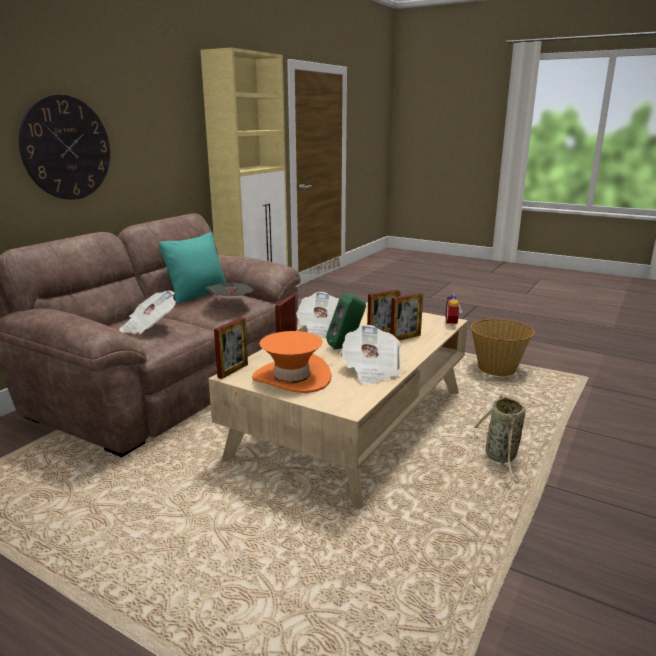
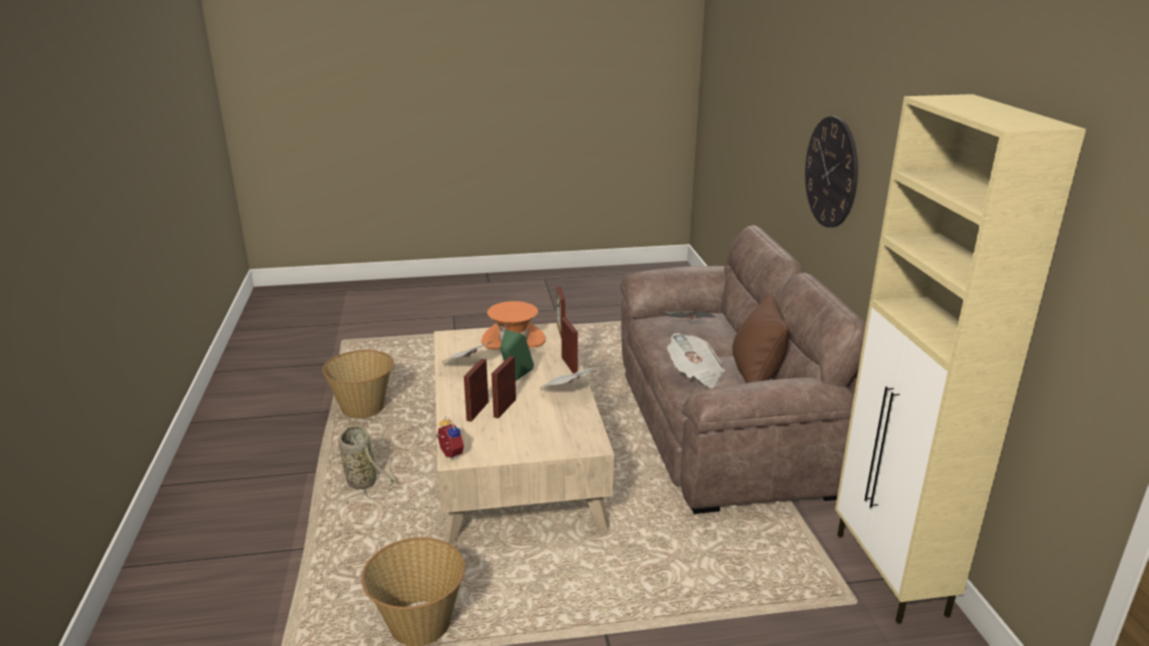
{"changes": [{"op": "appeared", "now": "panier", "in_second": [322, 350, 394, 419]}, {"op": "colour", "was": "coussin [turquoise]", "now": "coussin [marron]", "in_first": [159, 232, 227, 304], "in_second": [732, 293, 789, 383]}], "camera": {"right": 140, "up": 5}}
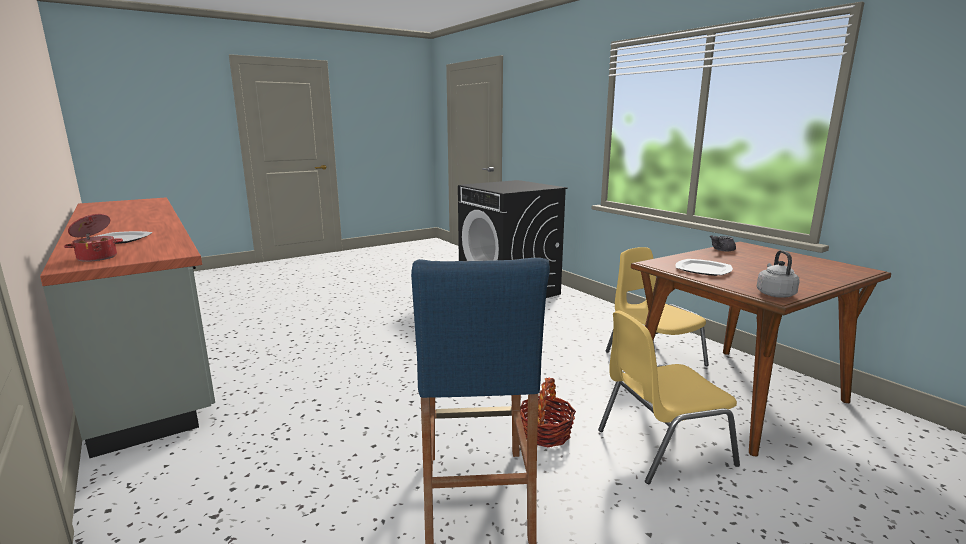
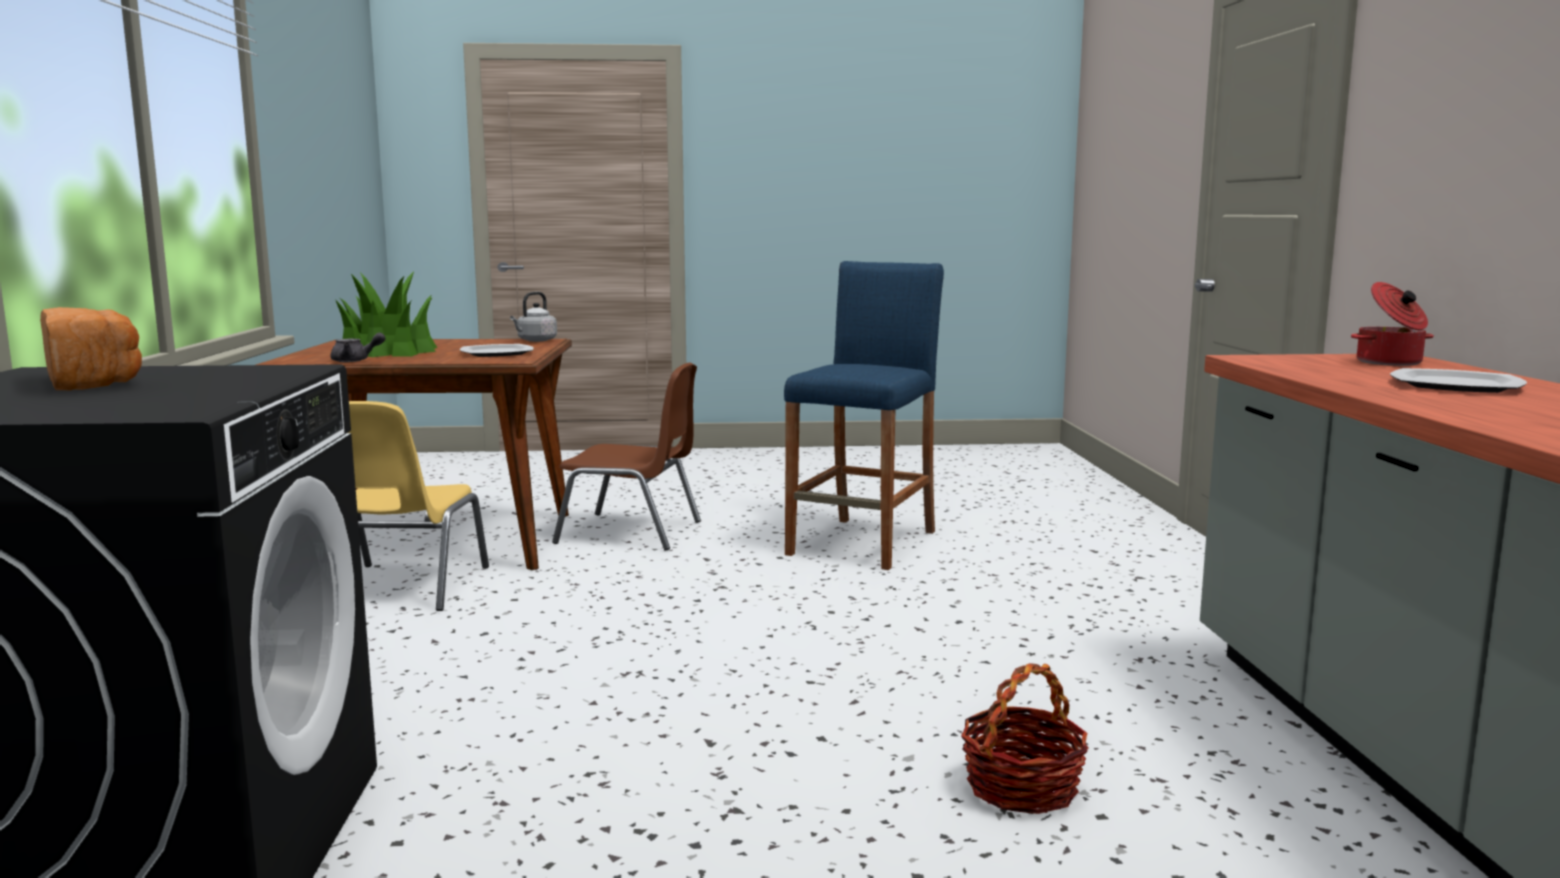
{"changes": [{"op": "appeared", "now": "pain", "in_second": [40, 307, 142, 390]}, {"op": "appeared", "now": "plante en pot", "in_second": [336, 271, 437, 357]}, {"op": "relocated", "was": "panier", "in_first": [520, 378, 576, 447], "in_second": [961, 663, 1089, 814]}, {"op": "colour", "was": "chaise [jaune]", "now": "chaise [marron]", "in_first": [598, 311, 740, 484], "in_second": [552, 363, 701, 551]}], "camera": {"right": -150, "up": -5}}
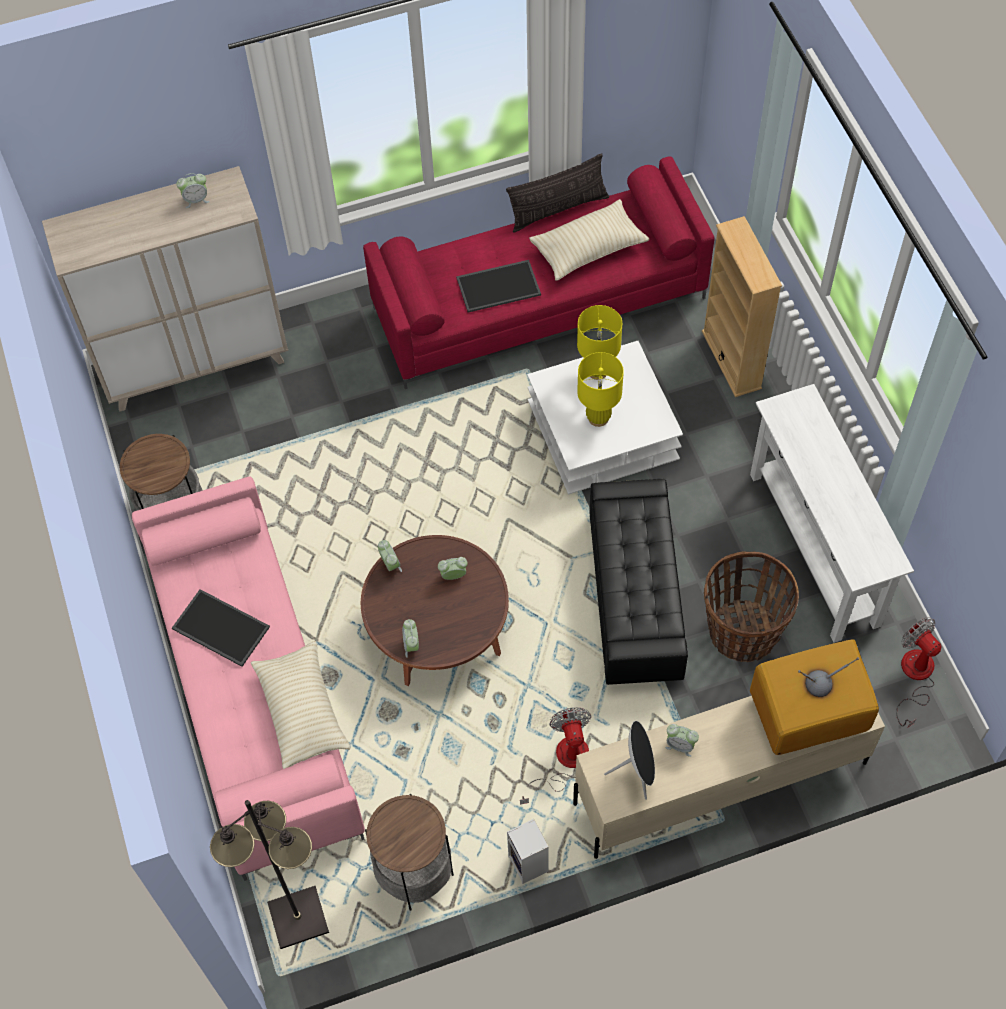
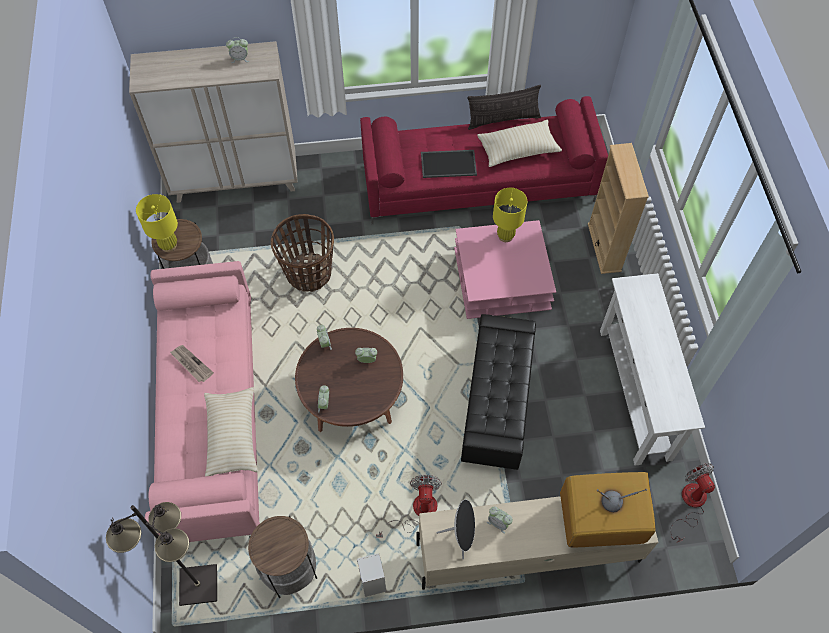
{"changes": [{"op": "relocated", "was": "lampe de table [jaune]", "in_first": [577, 352, 624, 427], "in_second": [136, 194, 178, 252]}, {"op": "relocated", "was": "panier", "in_first": [704, 551, 799, 662], "in_second": [271, 214, 334, 292]}, {"op": "exchanged", "was": "plateau", "now": "journal", "in_first": [172, 589, 270, 667], "in_second": [170, 345, 214, 382]}, {"op": "colour", "was": "table basse [blanc]", "now": "table basse [rose]", "in_first": [527, 341, 683, 494], "in_second": [454, 220, 556, 319]}], "camera": {"right": 10, "up": 0}}
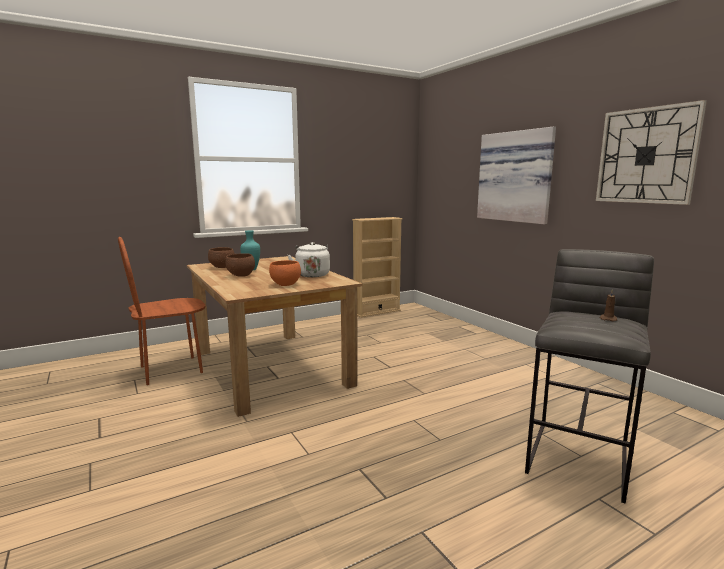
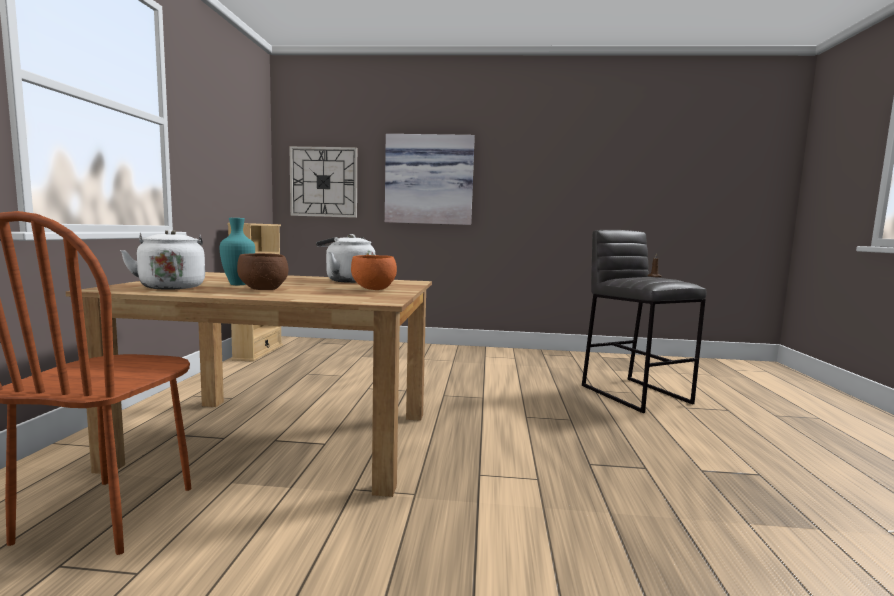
{"changes": [{"op": "relocated", "was": "horloge murale", "in_first": [596, 100, 707, 205], "in_second": [289, 146, 357, 218]}, {"op": "exchanged", "was": "bol [marron]", "now": "bouilloire [blanc]", "in_first": [208, 247, 235, 268], "in_second": [120, 230, 205, 290]}], "camera": {"right": -55, "up": -5}}
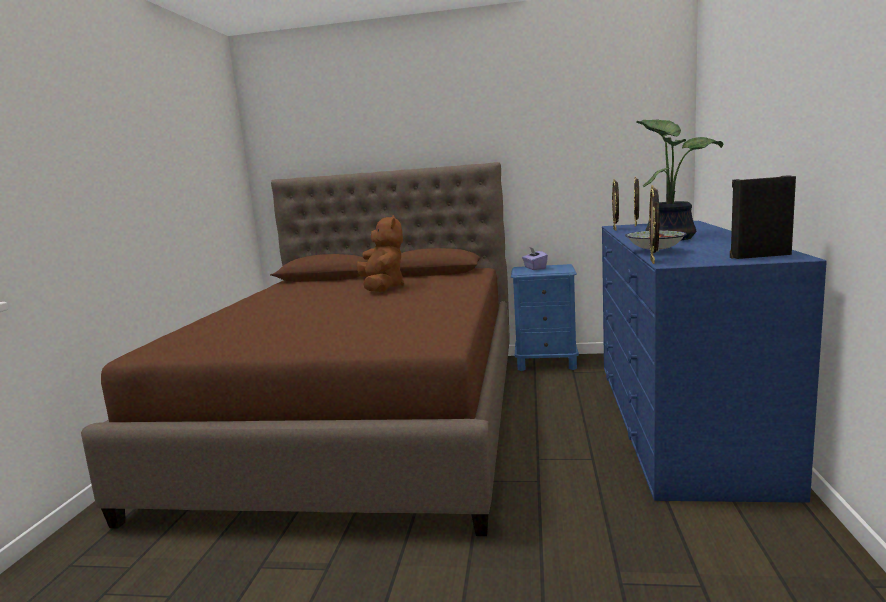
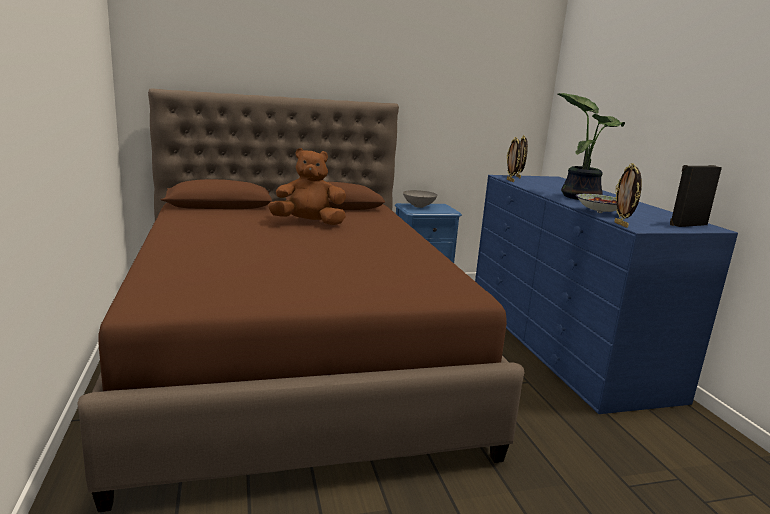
{"changes": [{"op": "exchanged", "was": "boîte à mouchoirs [violet]", "now": "bol [gris]", "in_first": [522, 247, 548, 270], "in_second": [403, 190, 438, 208]}, {"op": "spun", "was": "peluche [marron]", "in_first": [357, 215, 404, 292], "in_second": [268, 148, 346, 225], "clockwise": -60}], "camera": {"right": -25, "up": 5}}
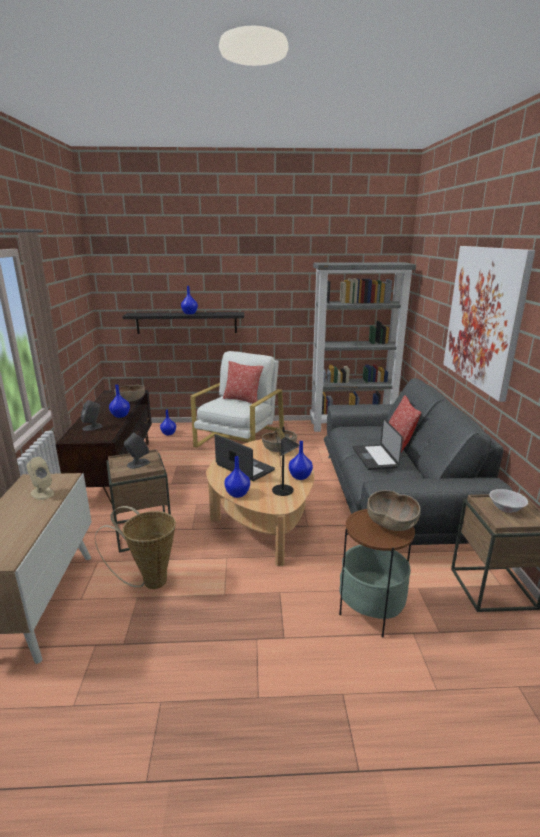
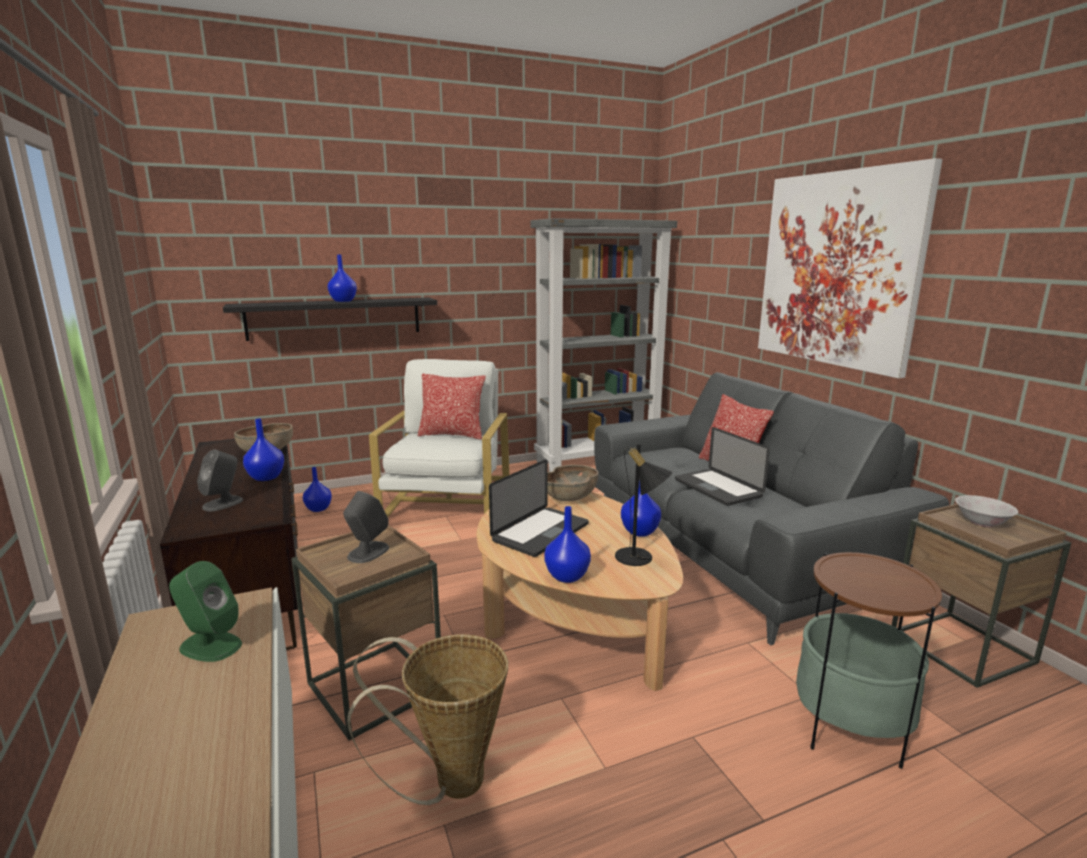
{"changes": [{"op": "missing", "was": "bol [marron]", "in_first": [367, 490, 421, 531]}, {"op": "colour", "was": "enceinte [beige]", "now": "enceinte [vert]", "in_first": [27, 457, 54, 500], "in_second": [169, 561, 242, 662]}, {"op": "spun", "was": "ordinateur portable", "in_first": [215, 434, 275, 481], "in_second": [489, 459, 589, 557], "clockwise": 105}], "camera": {"right": -20, "up": -5}}
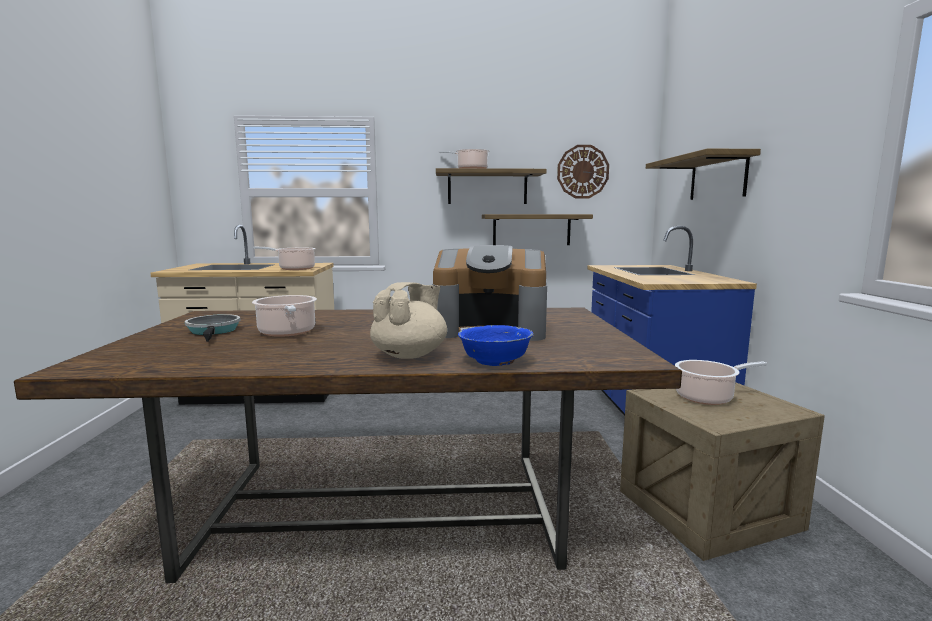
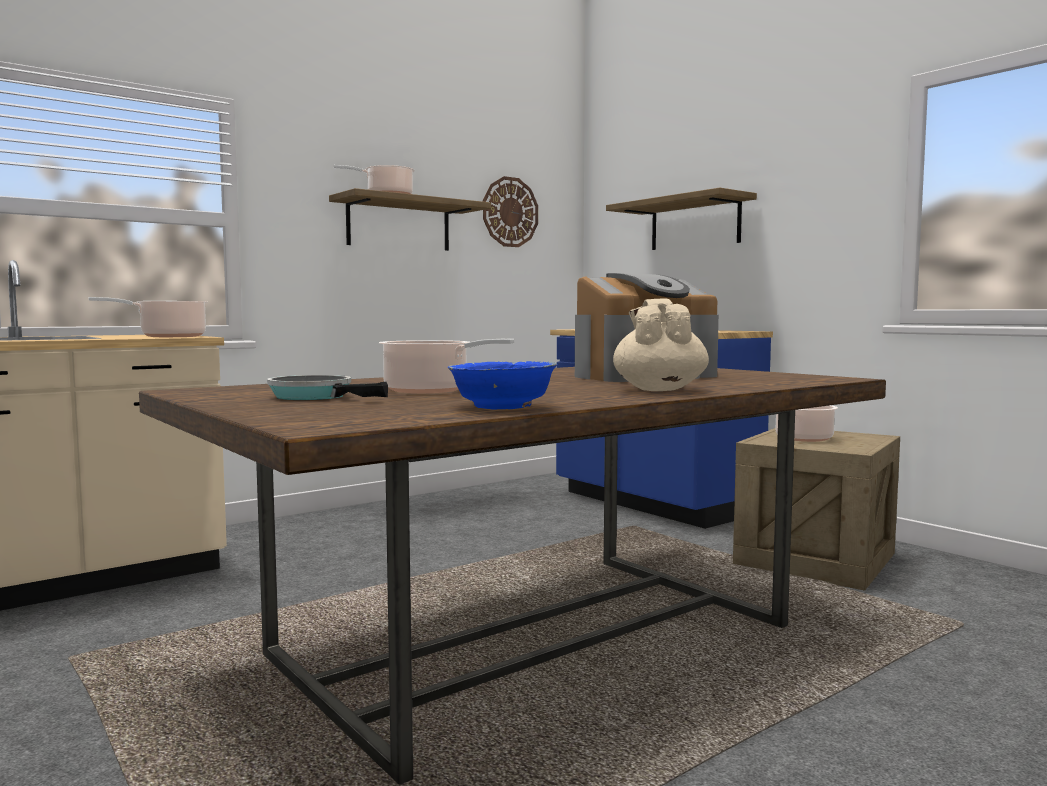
{"changes": [{"op": "missing", "was": "étagère", "in_first": [482, 214, 593, 245]}, {"op": "relocated", "was": "bol [bleu]", "in_first": [458, 325, 534, 366], "in_second": [448, 361, 557, 409]}], "camera": {"right": -35, "up": -5}}
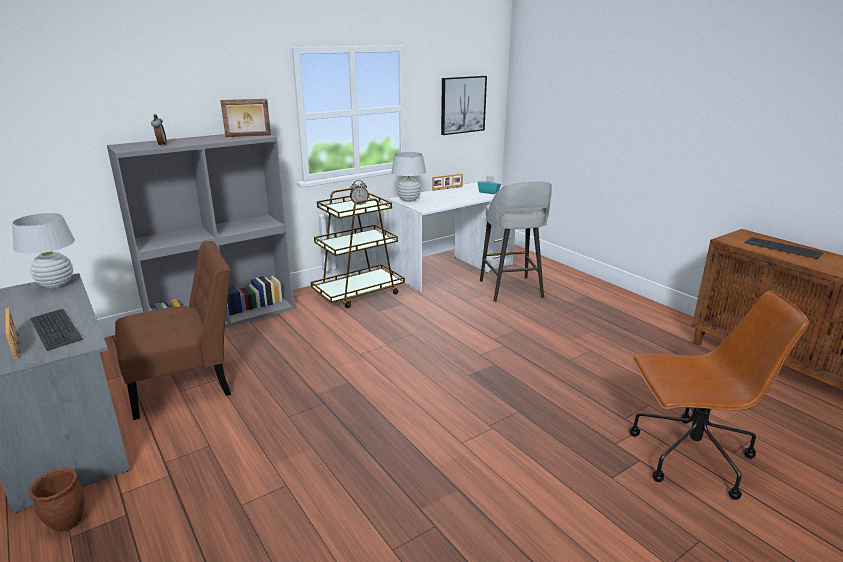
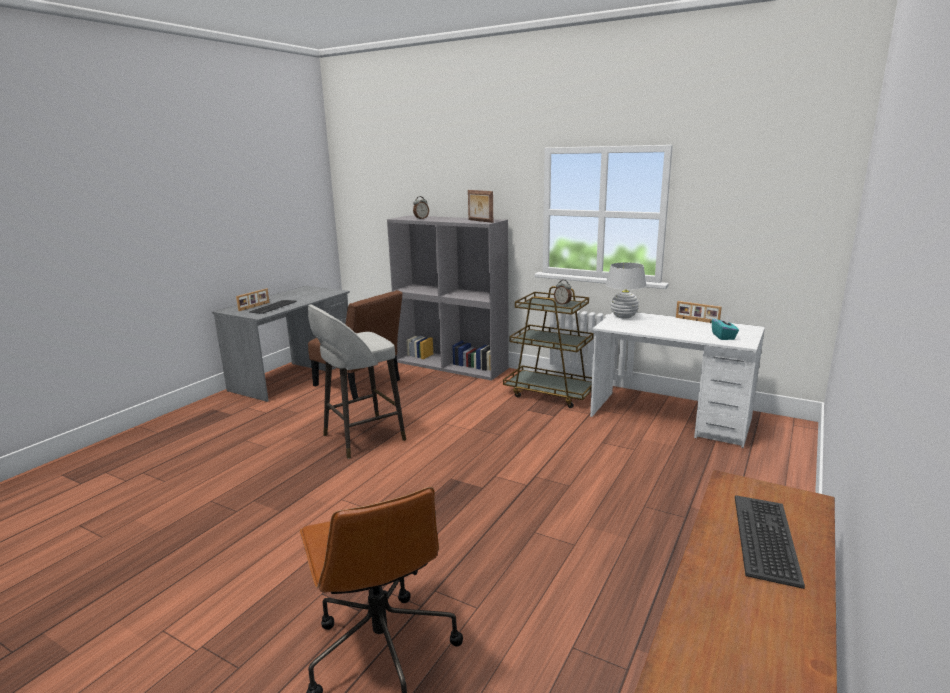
{"changes": [{"op": "missing", "was": "lampe de table [blanc]", "in_first": [12, 213, 75, 288]}, {"op": "missing", "was": "cache-pot [marron]", "in_first": [29, 468, 85, 532]}, {"op": "missing", "was": "tableau", "in_first": [441, 76, 487, 135]}, {"op": "relocated", "was": "tabouret [gris]", "in_first": [480, 181, 552, 302], "in_second": [308, 304, 406, 459]}], "camera": {"right": 65, "up": -5}}
